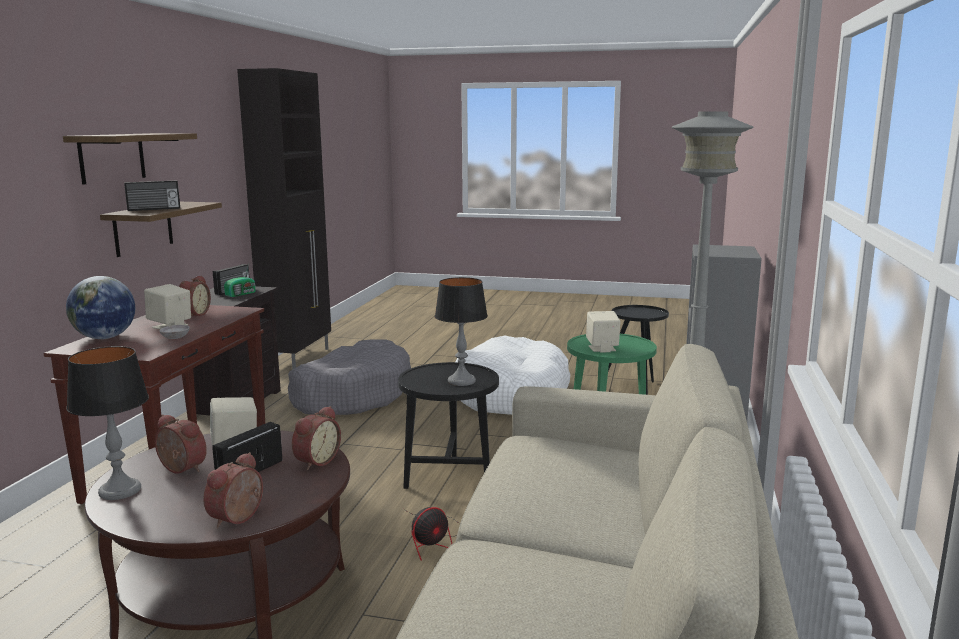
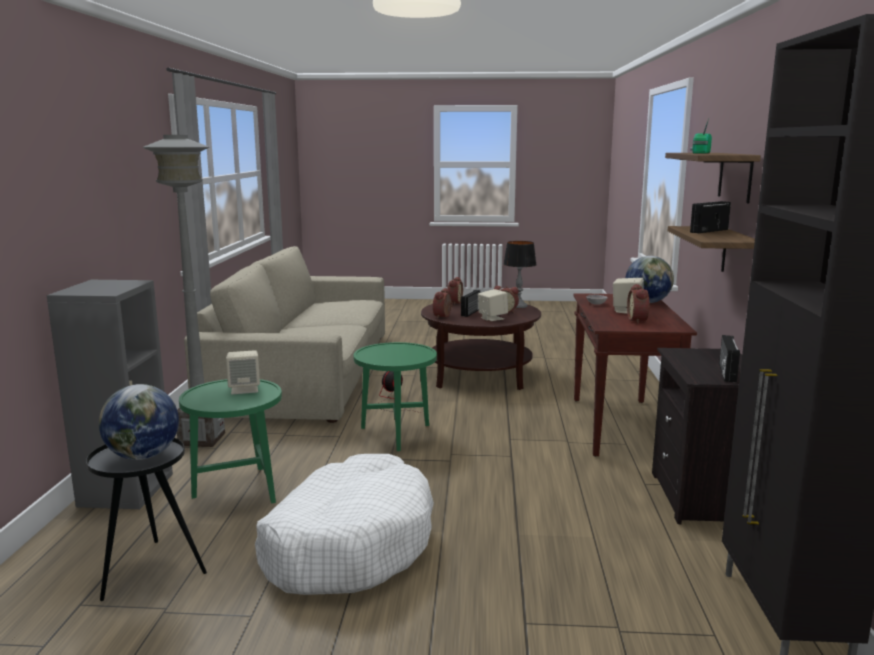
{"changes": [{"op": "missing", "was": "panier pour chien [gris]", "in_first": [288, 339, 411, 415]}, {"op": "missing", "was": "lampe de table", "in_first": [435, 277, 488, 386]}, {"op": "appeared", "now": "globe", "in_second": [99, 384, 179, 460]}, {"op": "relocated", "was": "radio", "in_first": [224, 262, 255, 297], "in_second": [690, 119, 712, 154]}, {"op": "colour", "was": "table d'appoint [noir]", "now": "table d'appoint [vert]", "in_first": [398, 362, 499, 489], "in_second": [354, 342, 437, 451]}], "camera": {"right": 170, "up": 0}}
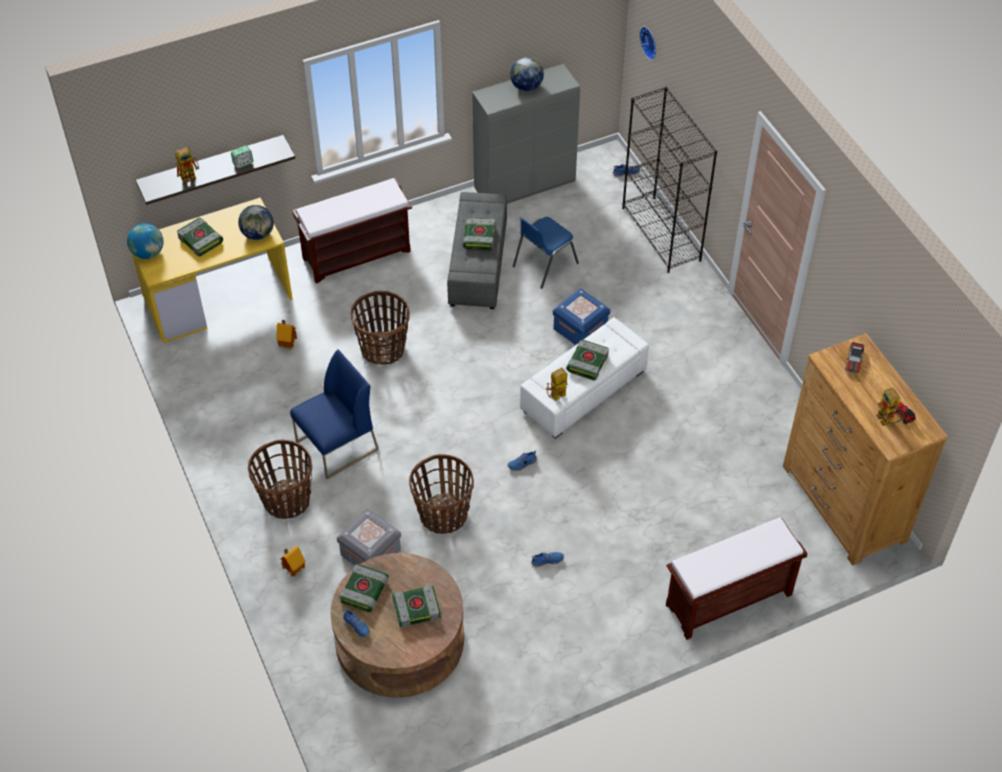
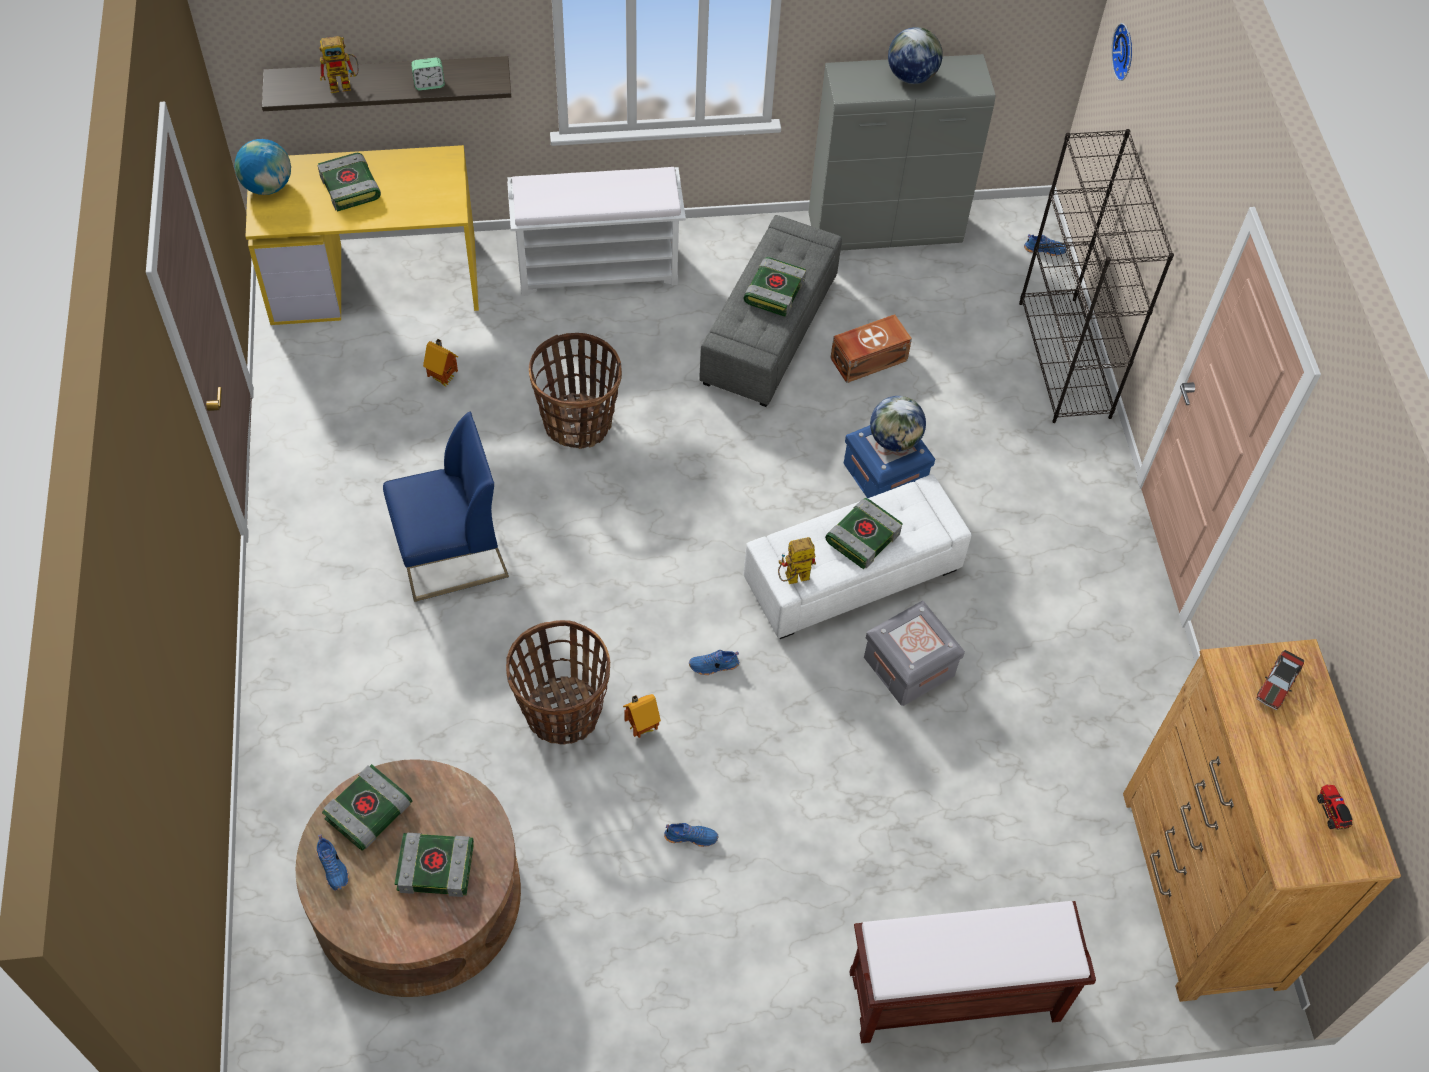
{"changes": [{"op": "missing", "was": "panier", "in_first": [248, 440, 312, 519]}, {"op": "missing", "was": "robot jouet", "in_first": [876, 388, 904, 426]}, {"op": "relocated", "was": "globe", "in_first": [238, 205, 274, 240], "in_second": [870, 396, 926, 452]}, {"op": "relocated", "was": "maison miniature", "in_first": [280, 545, 305, 577], "in_second": [623, 694, 661, 738]}, {"op": "relocated", "was": "boîte de rangement [gris]", "in_first": [337, 509, 401, 566], "in_second": [864, 601, 965, 706]}, {"op": "exchanged", "was": "chaise [bleu]", "now": "boîte de rangement [marron]", "in_first": [513, 217, 579, 289], "in_second": [831, 314, 912, 383]}, {"op": "colour", "was": "banc [marron]", "now": "banc [blanc]", "in_first": [293, 178, 412, 283], "in_second": [507, 167, 686, 296]}], "camera": {"right": 15, "up": 5}}
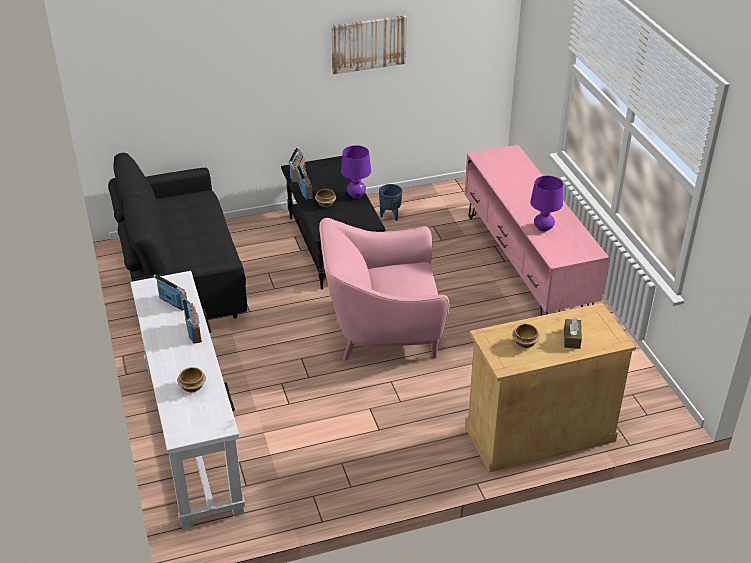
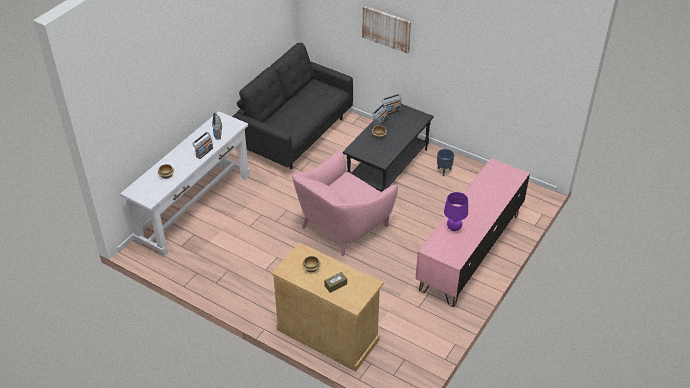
{"changes": [{"op": "missing", "was": "lampe de table [violet]", "in_first": [341, 145, 371, 198]}, {"op": "relocated", "was": "tableau", "in_first": [331, 15, 407, 74], "in_second": [362, 6, 411, 54]}, {"op": "spun", "was": "fauteuil [rose]", "in_first": [319, 218, 449, 361], "in_second": [292, 150, 398, 256], "clockwise": -90}], "camera": {"right": 50, "up": 5}}
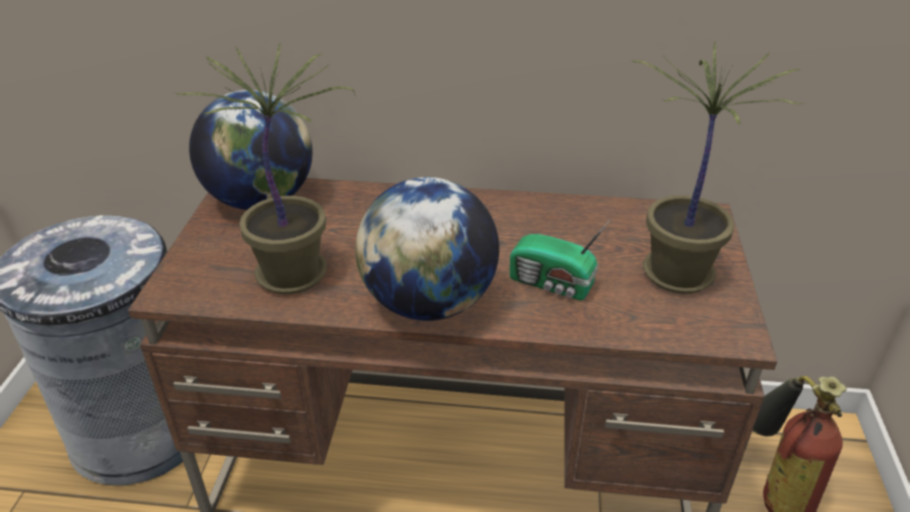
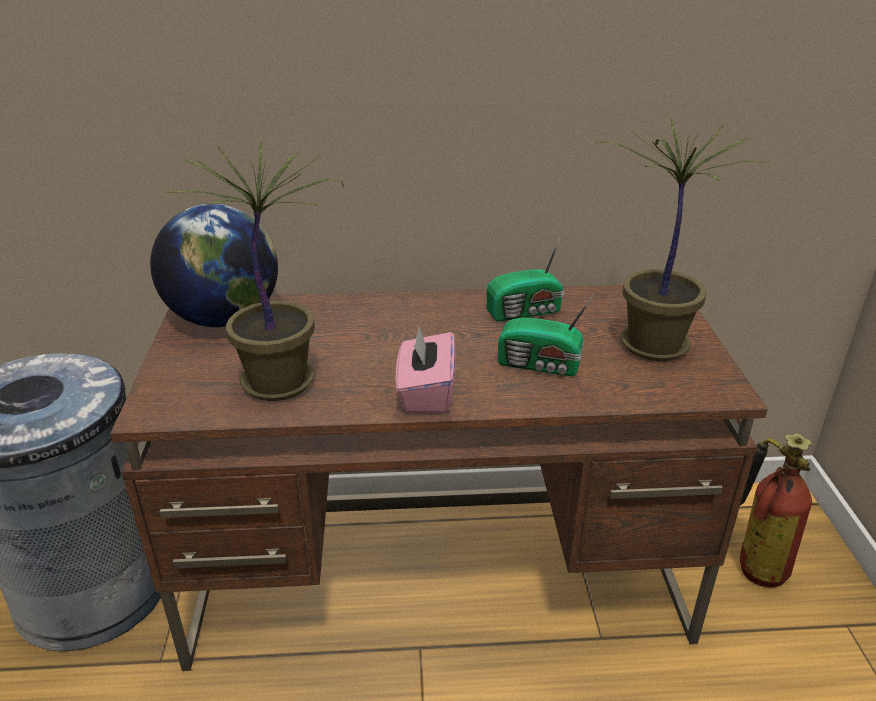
{"changes": [{"op": "appeared", "now": "radio", "in_second": [487, 235, 564, 322]}, {"op": "exchanged", "was": "globe", "now": "boîte à mouchoirs [rose]", "in_first": [356, 177, 499, 321], "in_second": [395, 327, 456, 414]}], "camera": {"right": -10, "up": -5}}
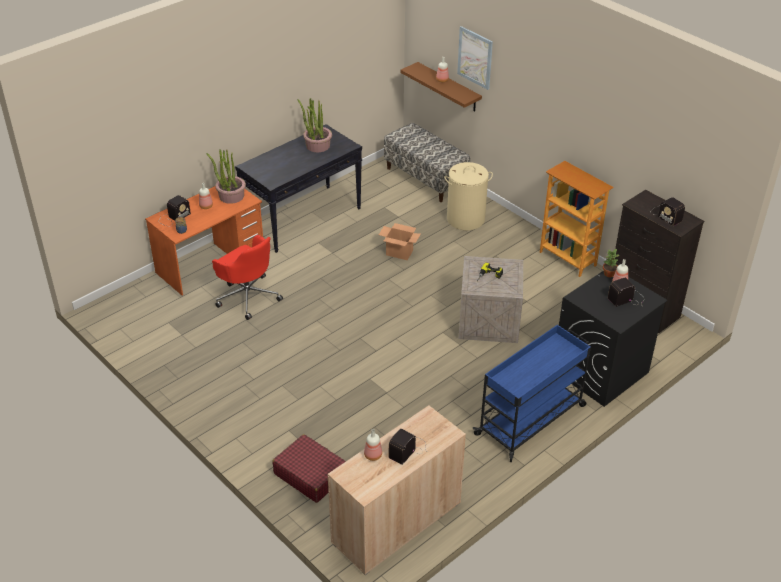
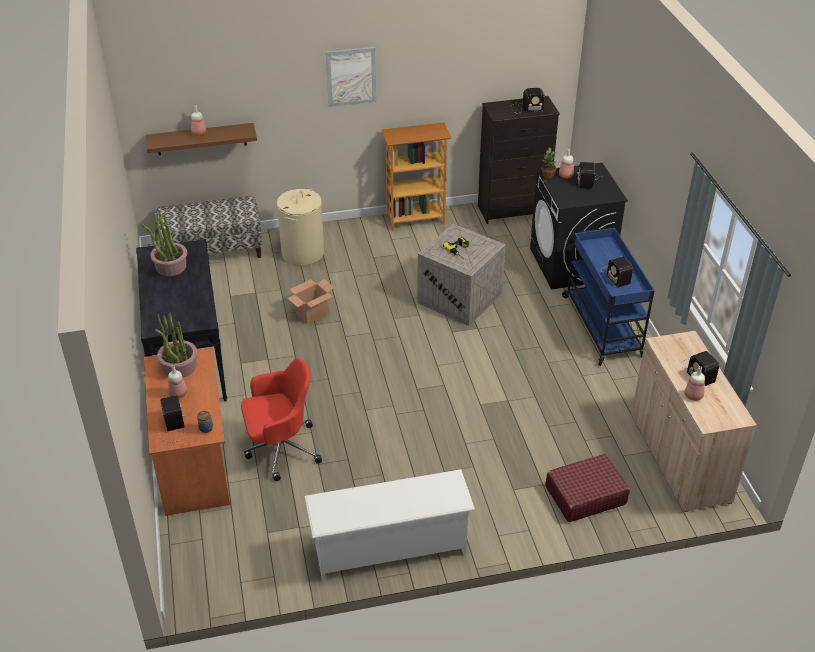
{"changes": [{"op": "appeared", "now": "étagère à chaussures [blanc]", "in_second": [304, 469, 475, 581]}, {"op": "appeared", "now": "radio", "in_second": [603, 257, 633, 288]}, {"op": "relocated", "was": "tableau", "in_first": [457, 26, 493, 90], "in_second": [326, 47, 376, 107]}], "camera": {"right": -60, "up": 0}}
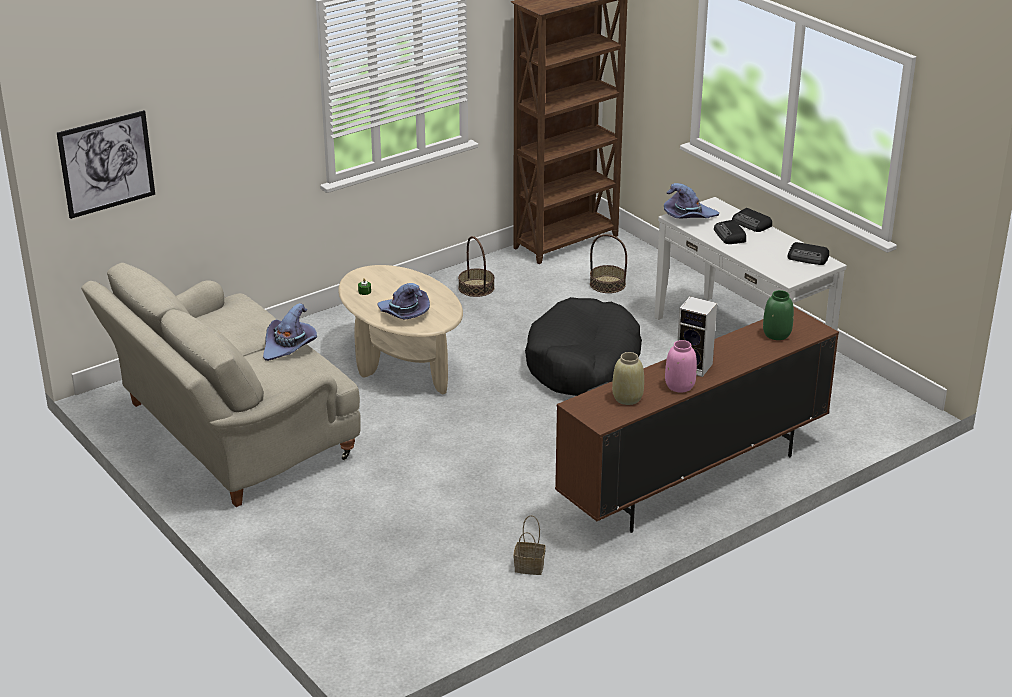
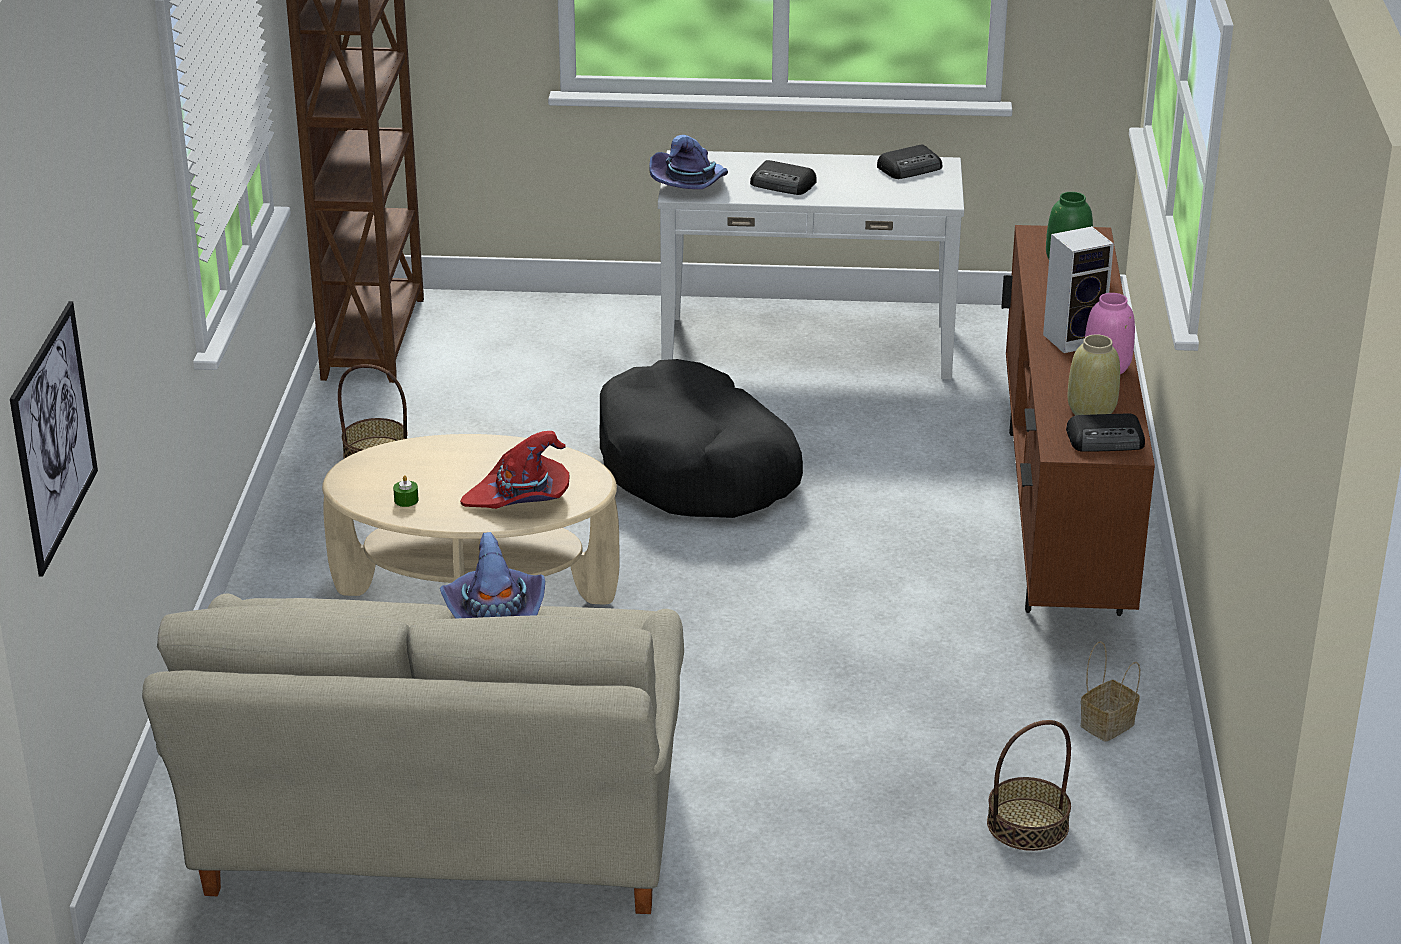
{"changes": [{"op": "relocated", "was": "panier", "in_first": [590, 234, 627, 293], "in_second": [987, 720, 1071, 851]}, {"op": "relocated", "was": "radio", "in_first": [732, 208, 772, 232], "in_second": [1066, 414, 1145, 451]}, {"op": "colour", "was": "chapeau [violet]", "now": "chapeau [rouge]", "in_first": [377, 283, 430, 320], "in_second": [460, 431, 570, 509]}], "camera": {"right": -50, "up": 0}}
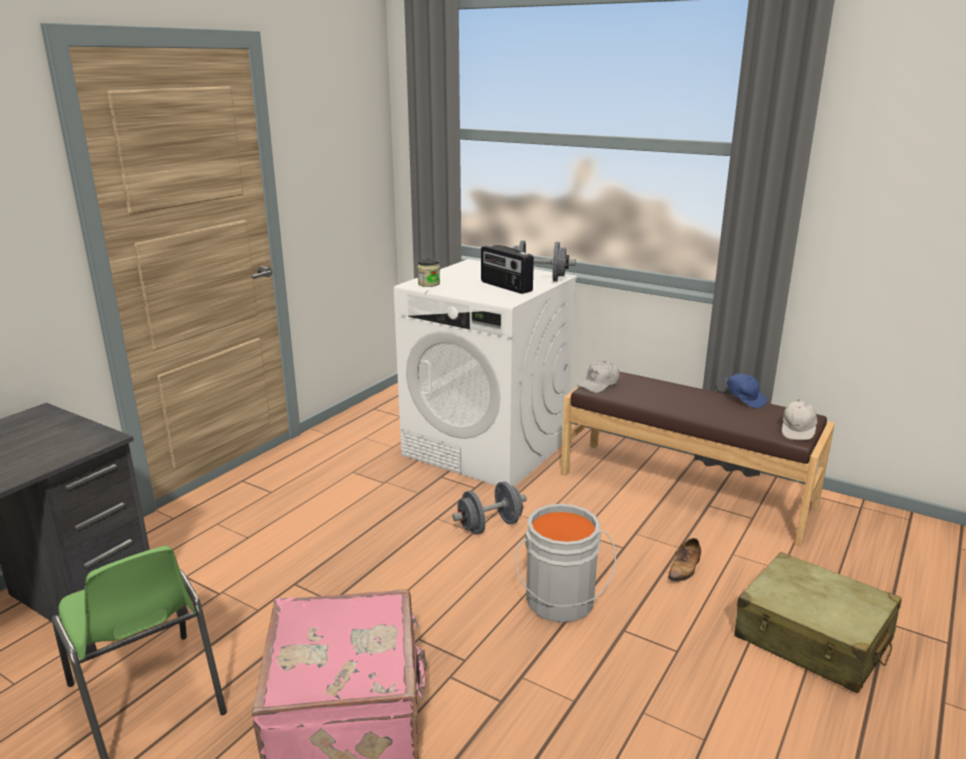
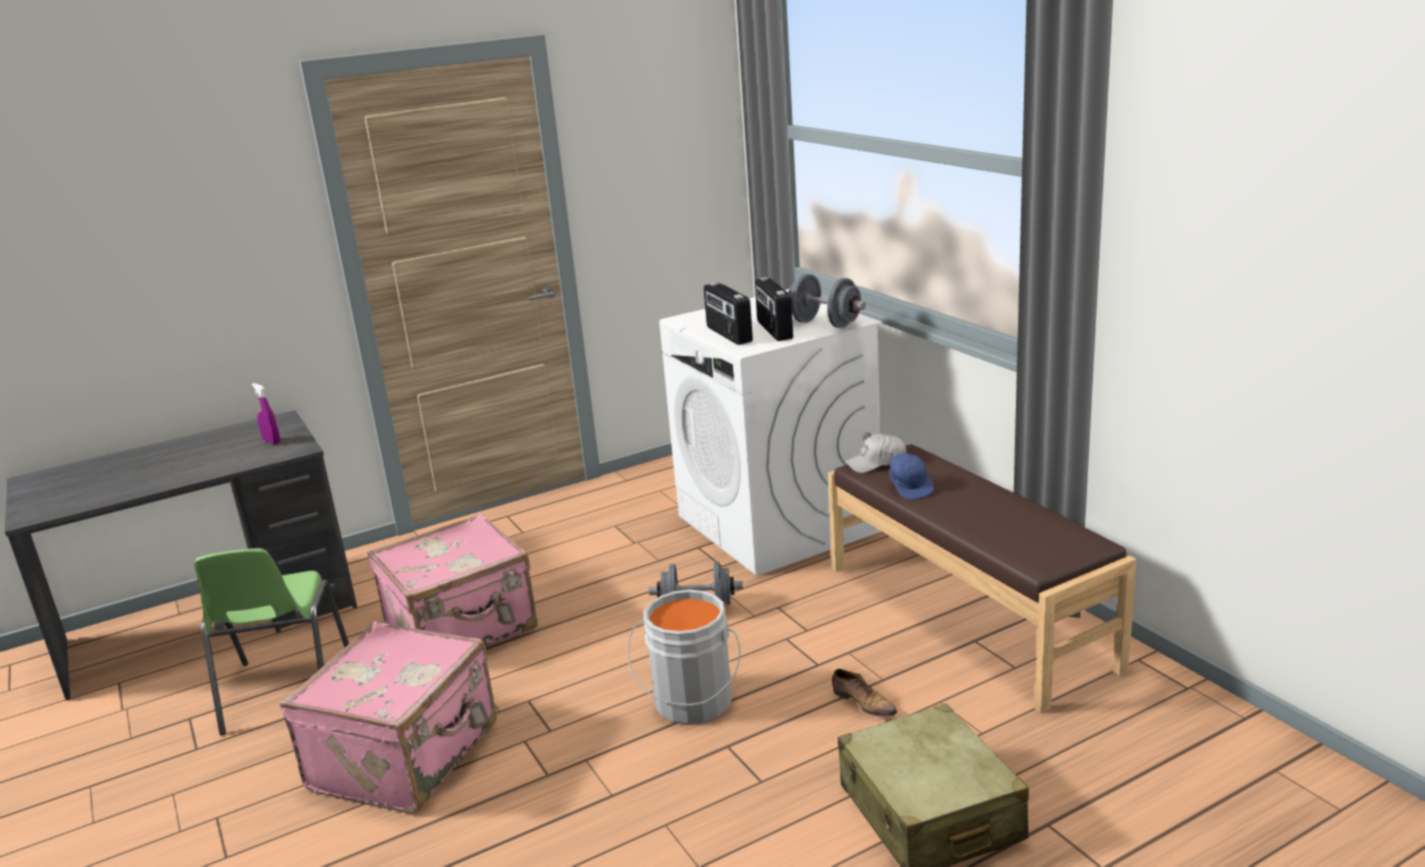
{"changes": [{"op": "missing", "was": "bocal", "in_first": [417, 258, 440, 287]}, {"op": "missing", "was": "casquette [blanc]", "in_first": [782, 399, 818, 440]}, {"op": "appeared", "now": "vaporisateur [violet]", "in_second": [252, 383, 280, 444]}, {"op": "appeared", "now": "valise [rose]", "in_second": [367, 513, 538, 646]}, {"op": "appeared", "now": "radio", "in_second": [704, 282, 753, 345]}, {"op": "relocated", "was": "casquette [bleu]", "in_first": [721, 373, 767, 409], "in_second": [889, 452, 934, 500]}, {"op": "spun", "was": "chaussure", "in_first": [668, 538, 701, 582], "in_second": [832, 669, 897, 717], "clockwise": -105}], "camera": {"right": 30, "up": 0}}
